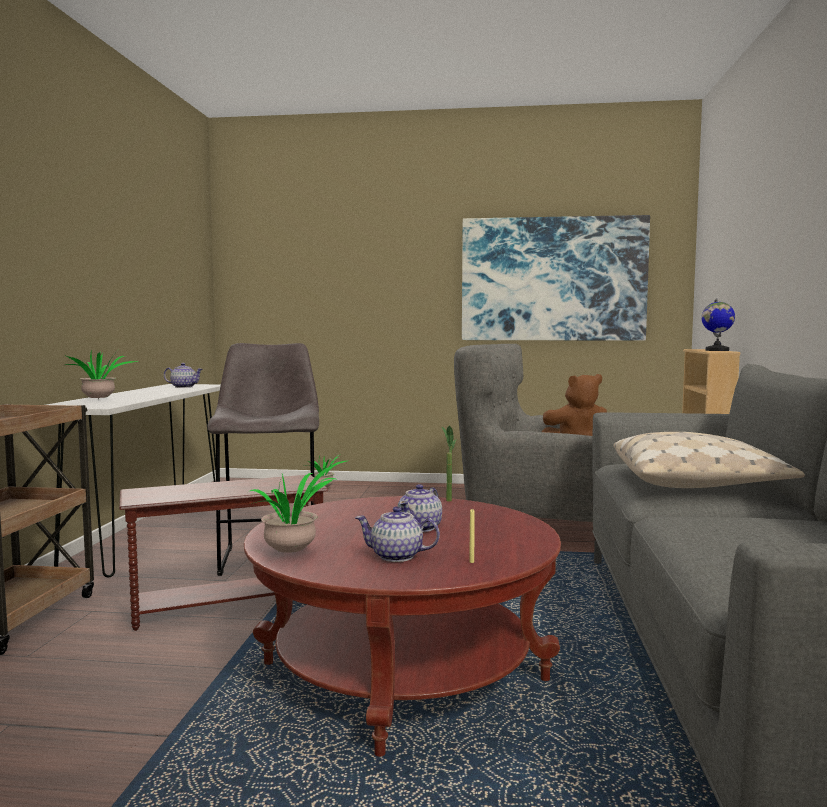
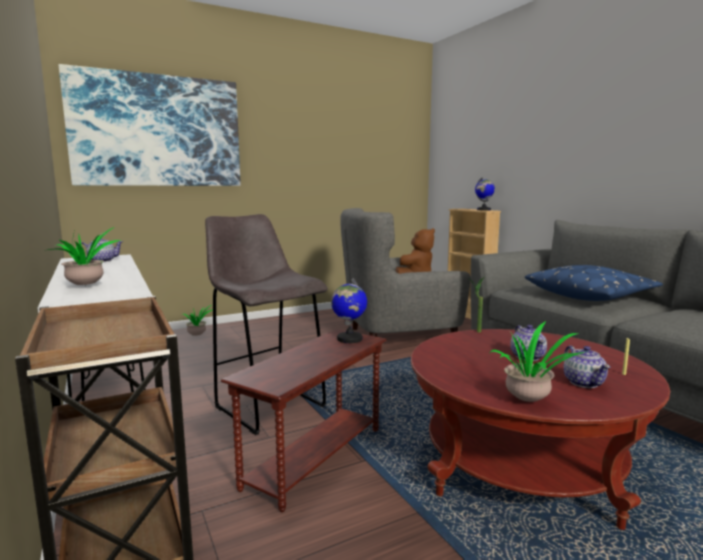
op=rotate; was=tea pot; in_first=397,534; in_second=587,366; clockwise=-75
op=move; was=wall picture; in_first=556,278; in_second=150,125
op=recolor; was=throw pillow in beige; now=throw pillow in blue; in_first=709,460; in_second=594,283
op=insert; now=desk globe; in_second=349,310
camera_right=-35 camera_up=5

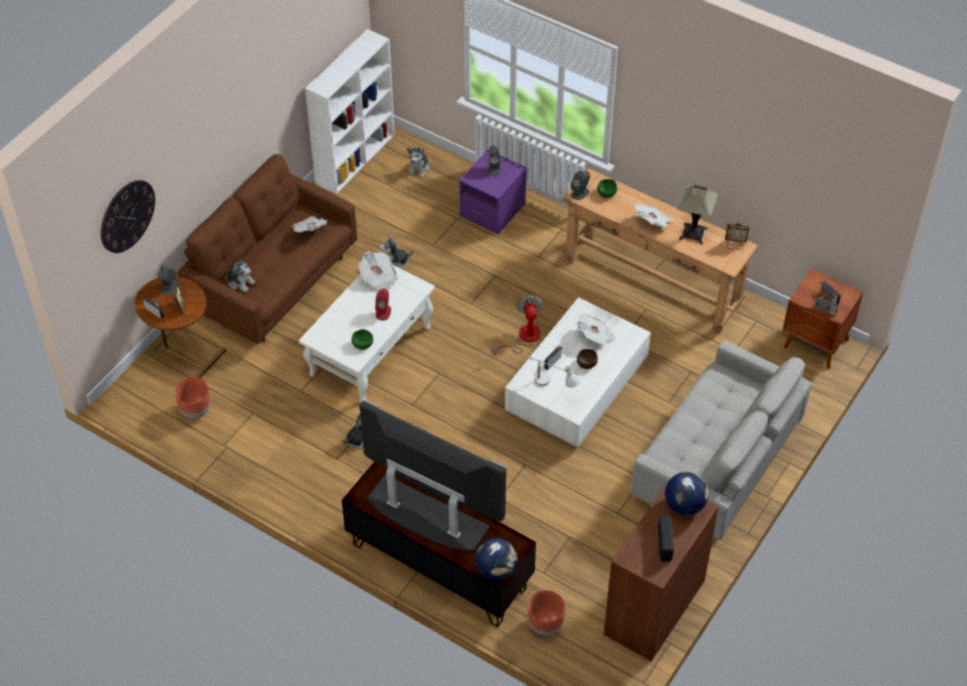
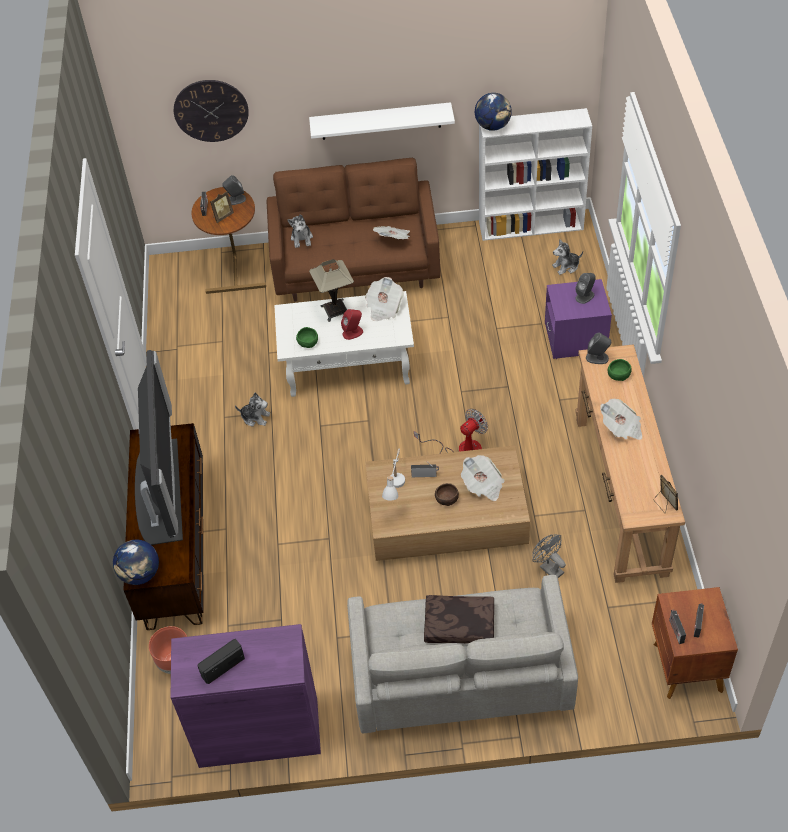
op=delete; was=planter in brownish; in_first=193,398
op=delete; was=soft toy; in_first=396,252
op=recolor; was=lounge table in white; now=lounge table in brownish; in_first=578,372; in_second=447,503
op=recolor; was=cabinet in brownish; now=cabinet in purplish; in_first=661,571; in_second=245,696
op=move; was=desk globe; in_first=687,493; in_second=493,112
op=move; was=tabletop lamp; in_first=697,215; in_second=331,290
op=insert; now=wall shelf in white; in_second=382,121
op=insert; now=throw pillow in brownish; in_second=459,619
op=insert; now=cooling fan in gray; in_second=549,556
camera_right=55 camera_up=0

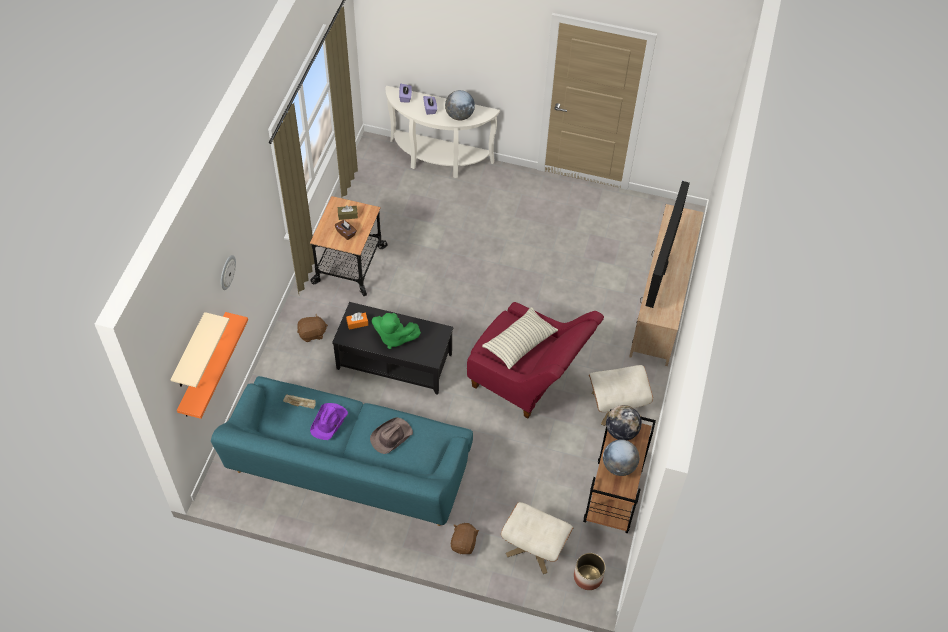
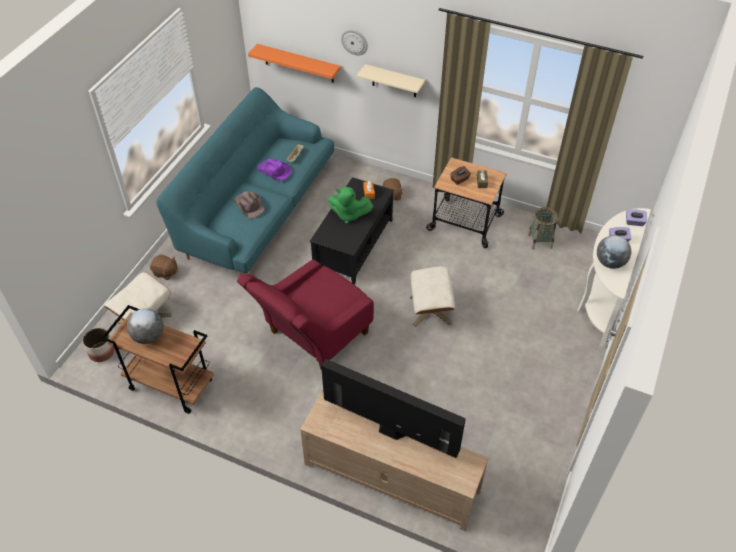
op=move; was=wall shelf in beige; in_first=199,349; in_second=391,80
op=rotate; was=soft toy in green-coloured; in_first=396,331; in_second=350,205; clockwise=-105
op=delete; was=throw pillow; in_first=520,338
op=move; was=footrest in beige; in_first=621,395; in_second=432,296
op=delete; was=desk globe; in_first=624,422
op=insert; now=household basket; in_second=543,228
camera_right=100 camera_up=-5

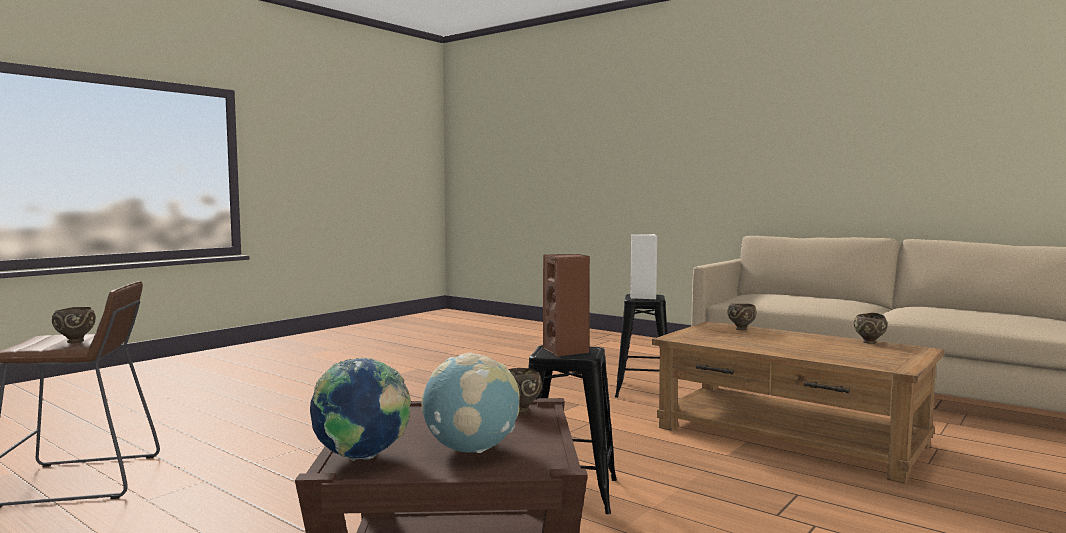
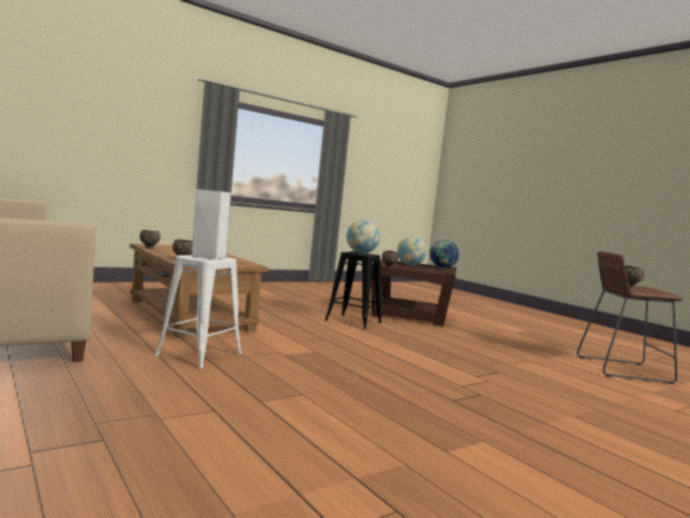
op=replace; was=audio speaker in brownish; now=desk globe; in_first=566,305; in_second=363,236
op=recolor; was=sitting stool in blackish; now=sitting stool in white; in_first=641,346; in_second=198,312
camera_right=-165 camera_up=0

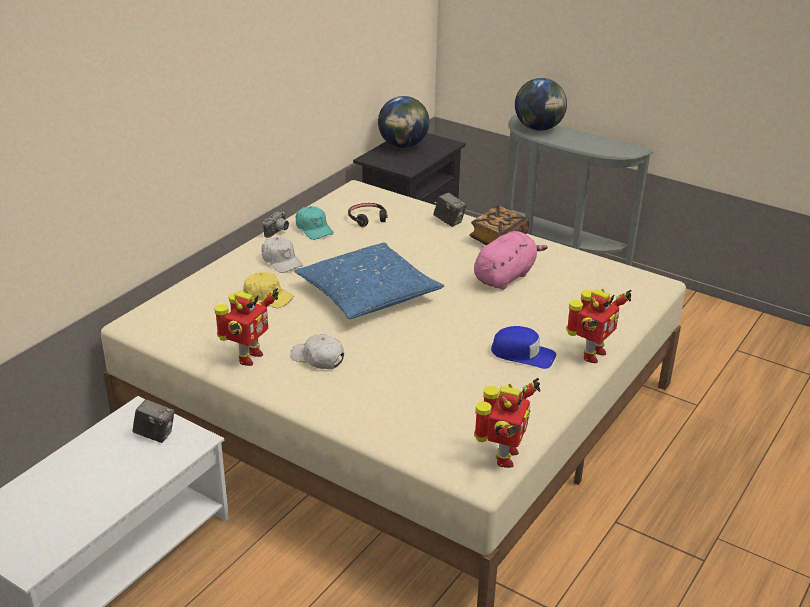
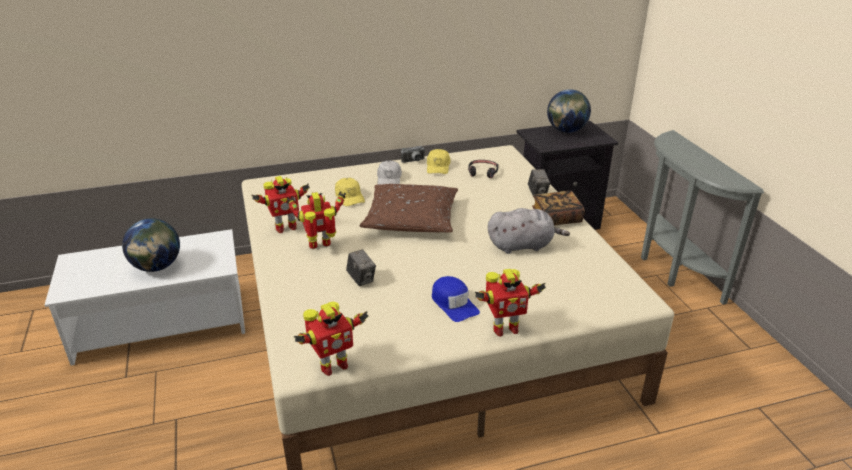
op=move; was=still camera; in_first=153,421; in_second=361,267
op=replace; was=cap in white; now=model robot; in_first=317,351; in_second=316,220
op=recolor; was=throw pillow in blue; now=throw pillow in brownish; in_first=369,281; in_second=409,208
op=recolor; was=cap in turquoise; now=cap in yellow-coloured; in_first=315,223; in_second=438,161
op=recolor; was=soft toy in pink; now=soft toy in gray; in_first=511,260; in_second=529,231
op=move; was=desk globe; in_first=541,104; in_second=151,245
camera_right=40 camera_up=0

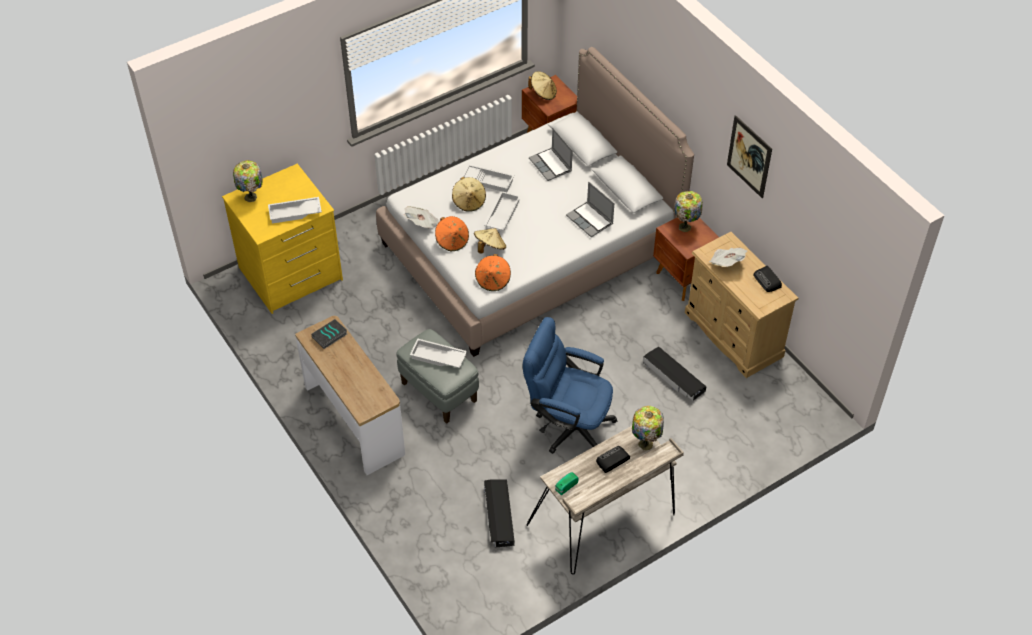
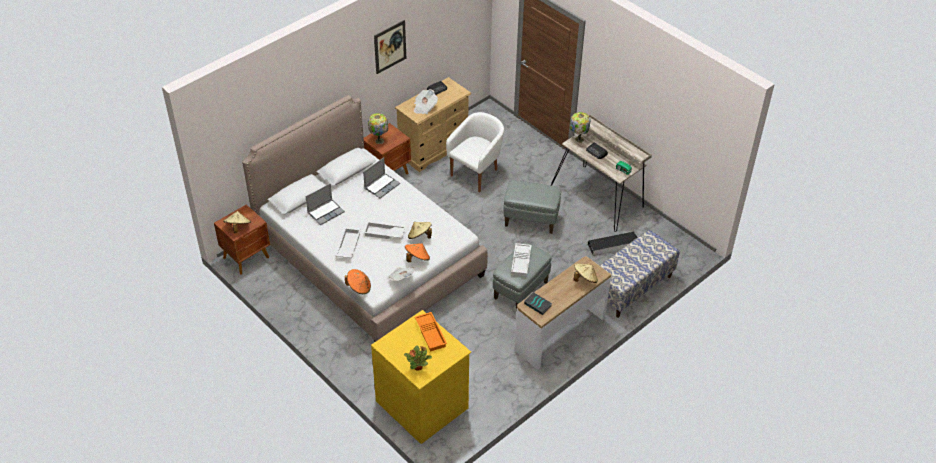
op=replace; was=tabletop lamp; now=plant in a pot; in_first=248,181; in_second=418,358
op=recolor; was=carrying tray in white; now=carrying tray in orangey; in_first=295,210; in_second=431,332
op=move; was=hat in beige; in_first=469,194; in_second=586,273
op=move; was=hat in orangey; in_first=493,272; in_second=358,281
op=replace; was=office chair in blue; now=footrest in gray; in_first=570,385; in_second=532,207
op=replace; was=storage container in blackish; now=easy chair in white; in_first=674,374; in_second=475,152
op=insert; now=indoor bench; in_second=639,274
camera_right=-100 camera_up=-5

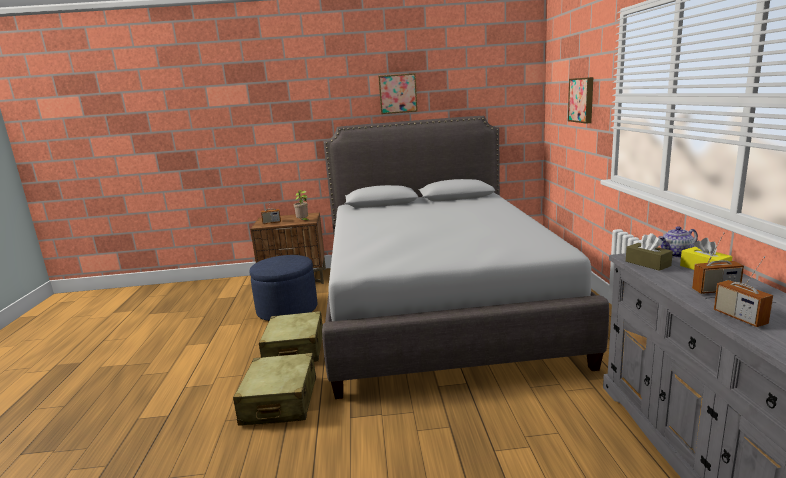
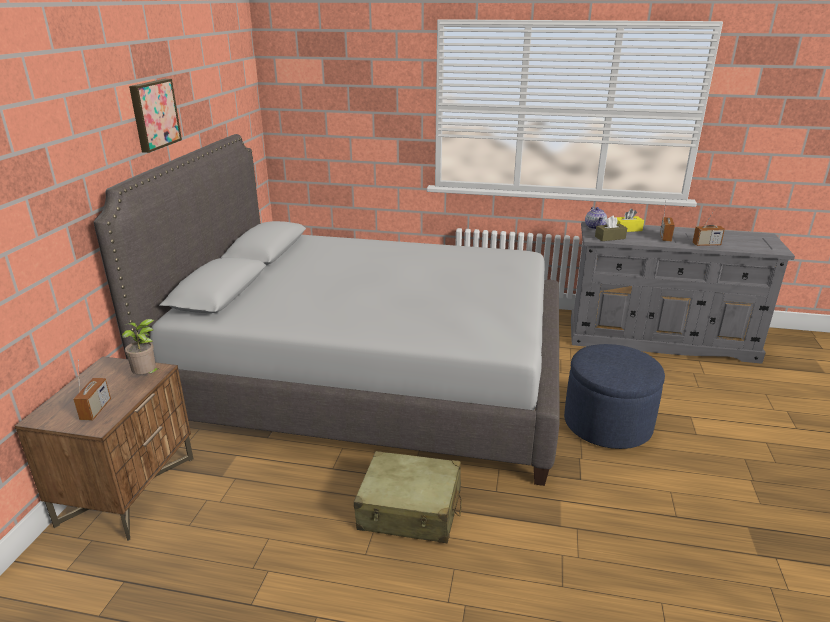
op=delete; was=suitcase in beige; in_first=274,389
op=move; was=footrest in blue; in_first=283,288; in_second=614,396
op=delete; was=wall picture; in_first=580,100
camera_right=-75 camera_up=10

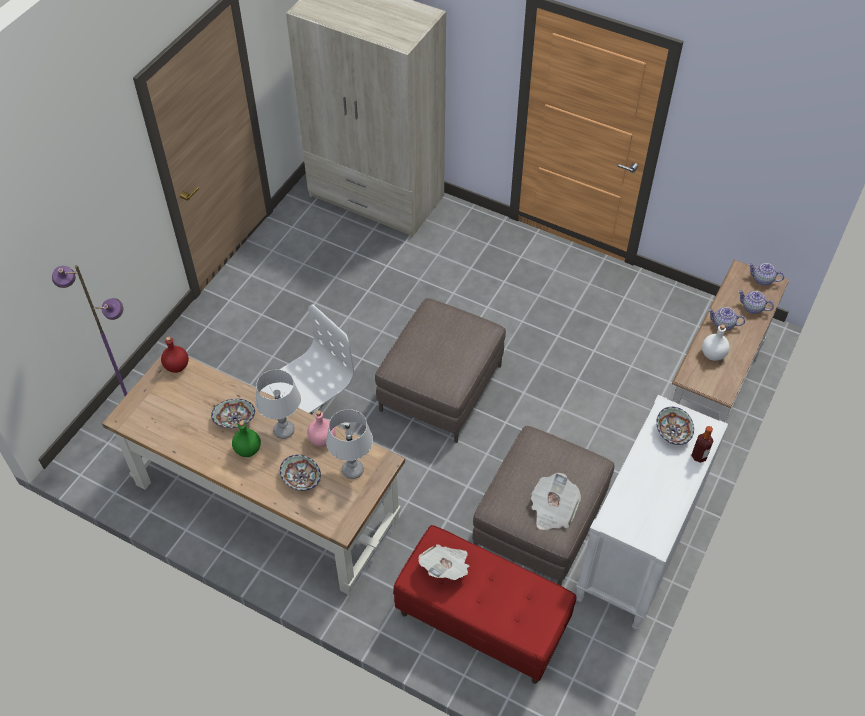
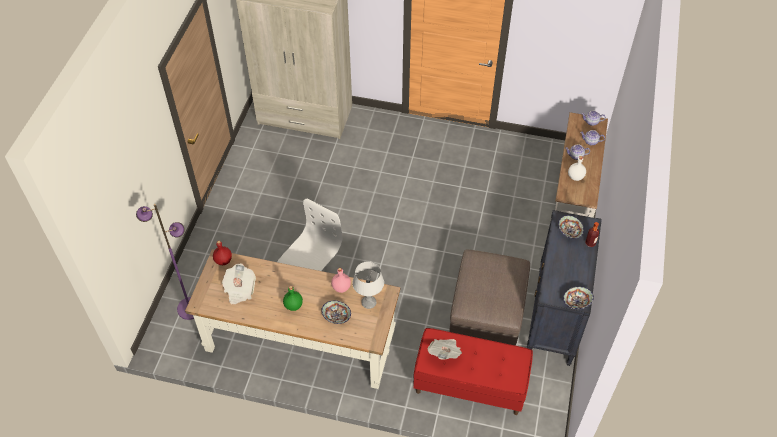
op=move; was=serving bowl; in_first=233,413; in_second=578,297
op=delete; was=tabletop lamp in gray; in_first=278,404
op=delete; was=footrest in brownish; in_first=440,370
op=move; was=newspaper; in_first=556,501; in_second=239,284
op=recolor; was=drawer chest in white; now=drawer chest in blackish; in_first=652,512; in_second=564,288
camera_right=-15 camera_up=0

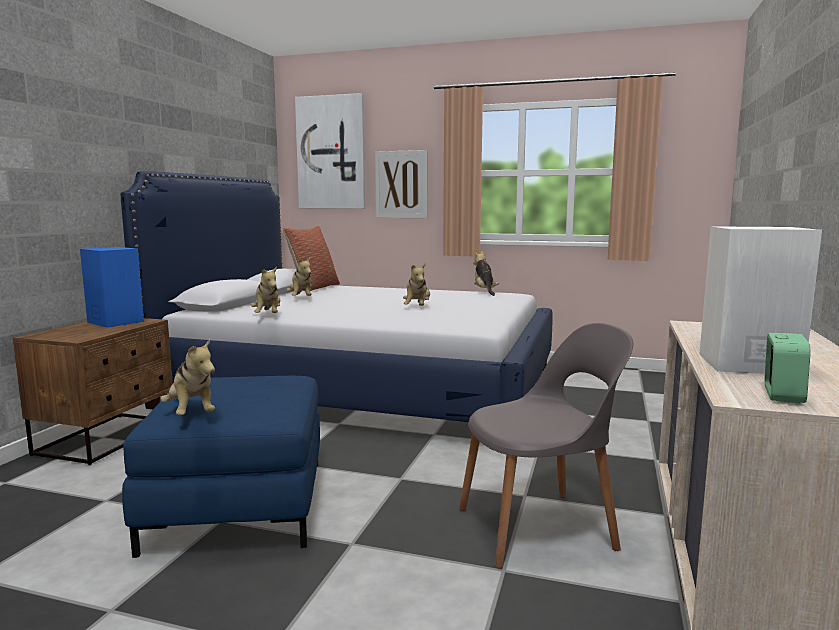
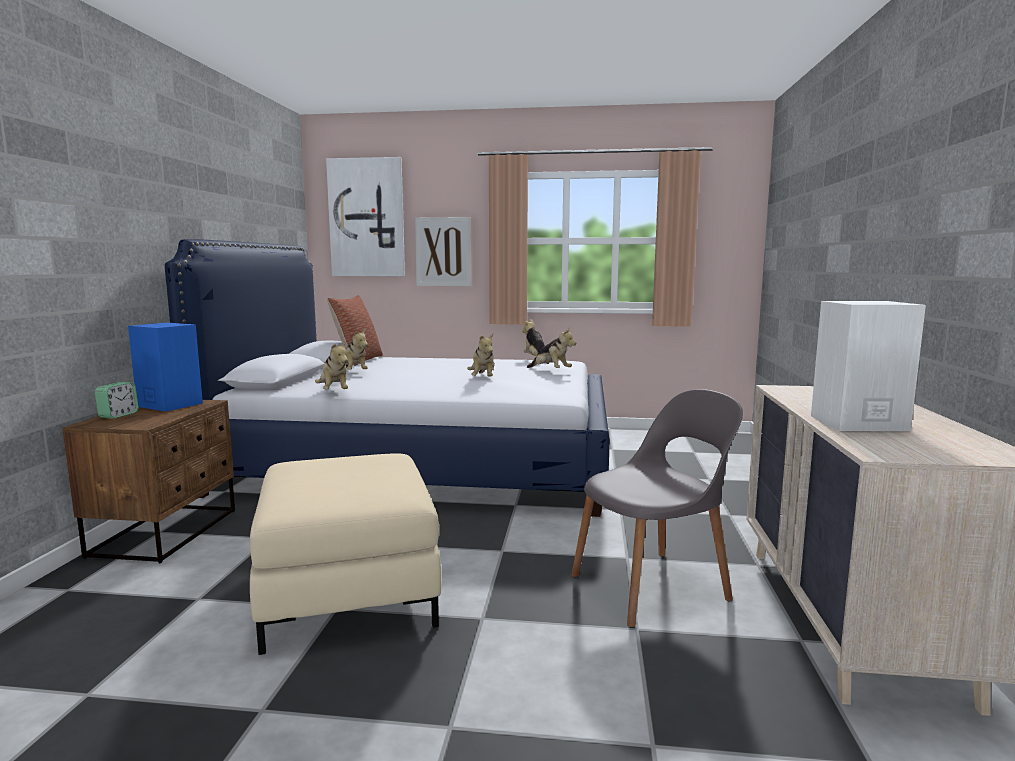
op=recolor; was=footrest in blue; now=footrest in beige; in_first=221,467; in_second=345,554
op=move; was=soft toy; in_first=187,377; in_second=552,348
op=move; was=alarm clock; in_first=787,368; in_second=117,400
camera_right=-10 camera_up=0

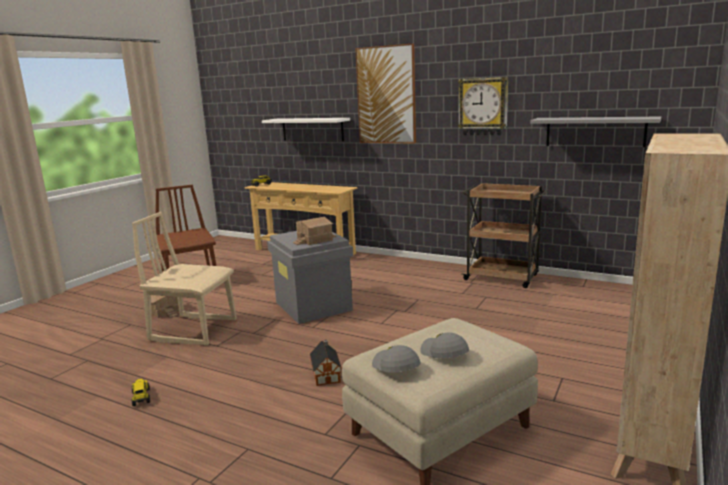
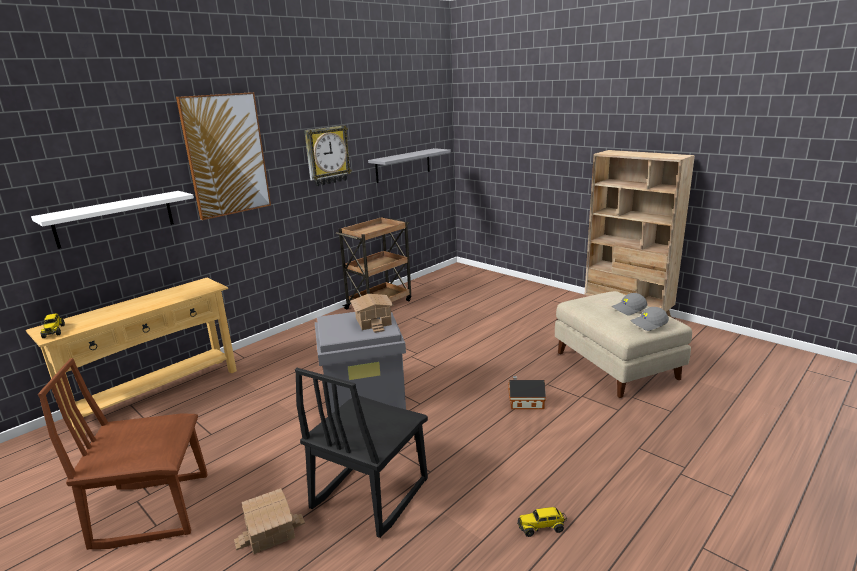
op=recolor; was=upright chair in beige; now=upright chair in blackish; in_first=184,278; in_second=361,453
camera_right=-75 camera_up=5

